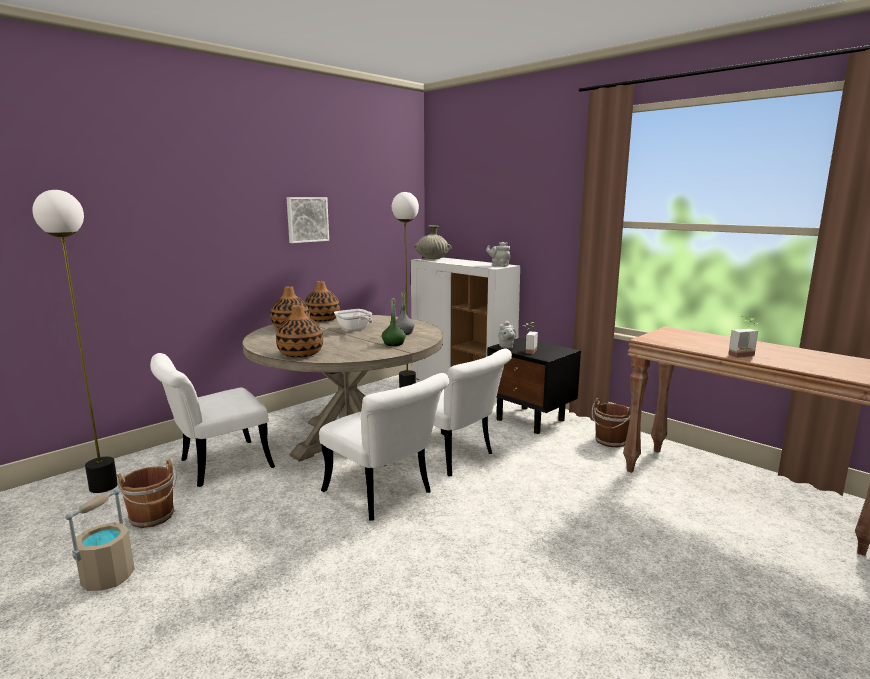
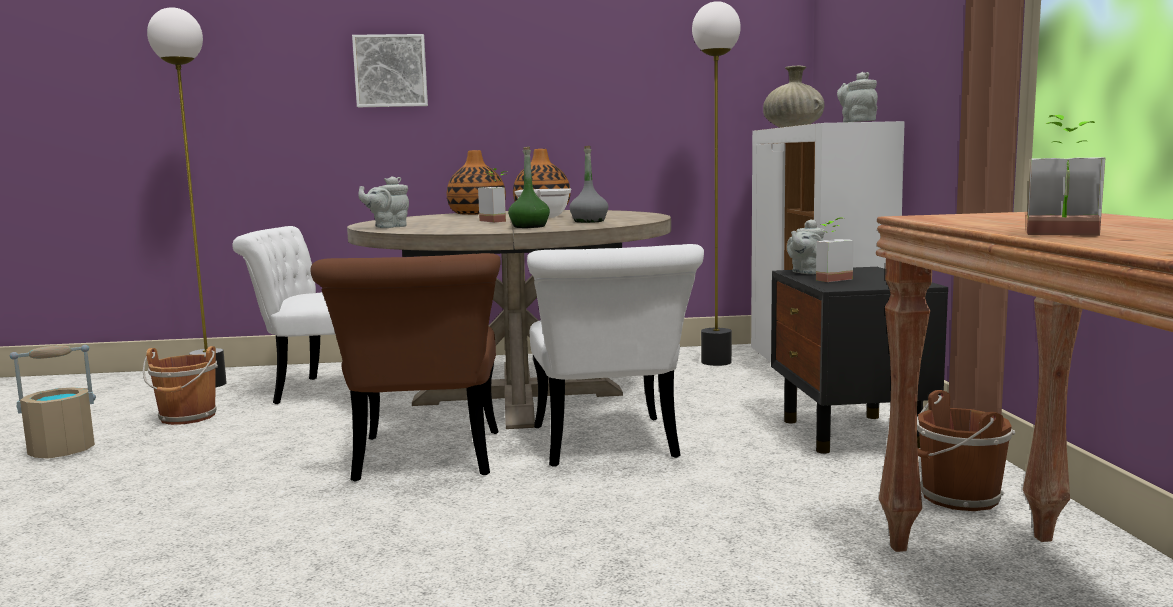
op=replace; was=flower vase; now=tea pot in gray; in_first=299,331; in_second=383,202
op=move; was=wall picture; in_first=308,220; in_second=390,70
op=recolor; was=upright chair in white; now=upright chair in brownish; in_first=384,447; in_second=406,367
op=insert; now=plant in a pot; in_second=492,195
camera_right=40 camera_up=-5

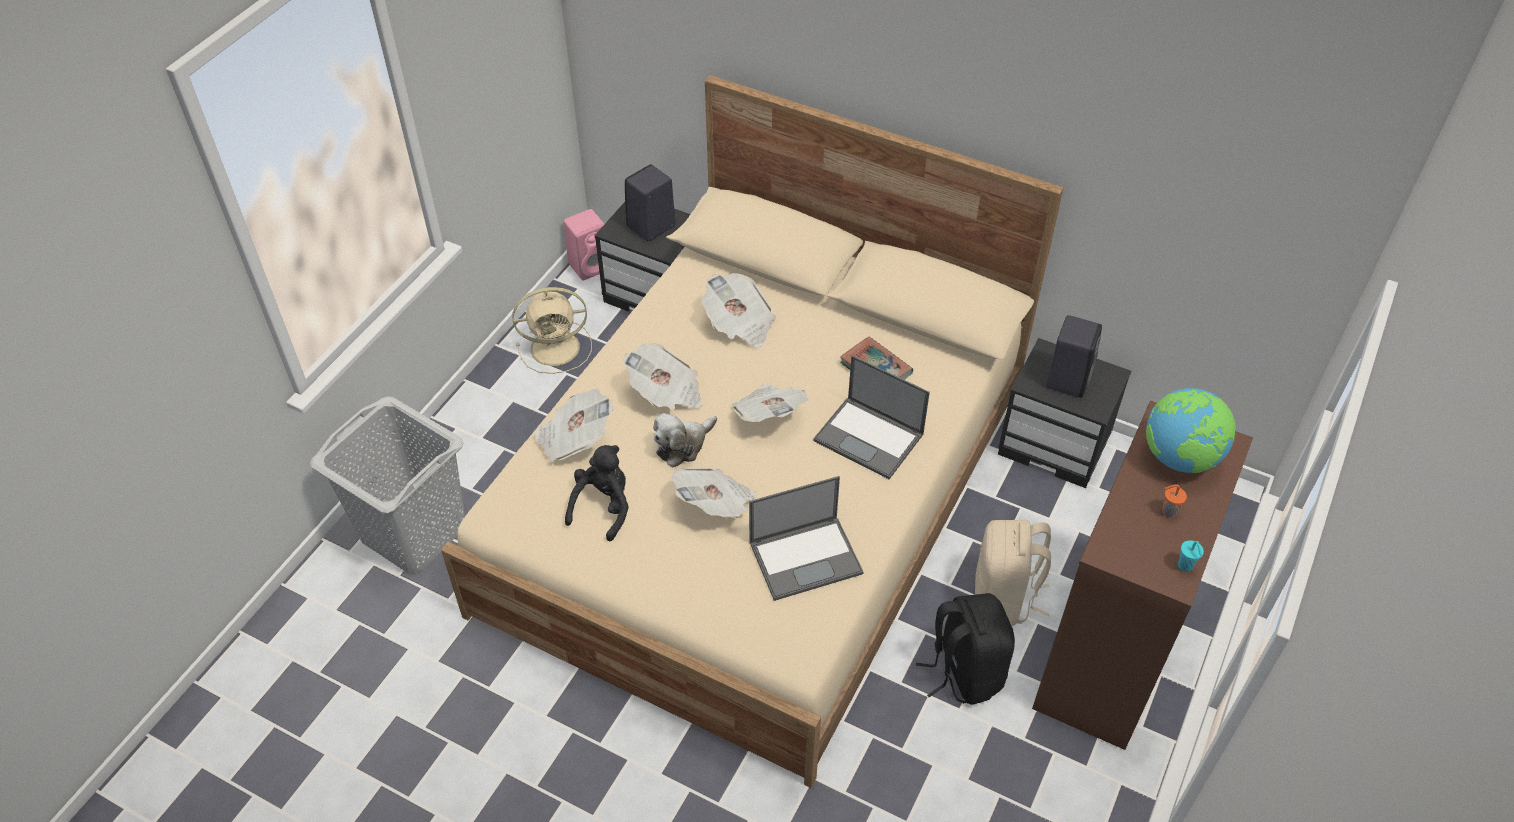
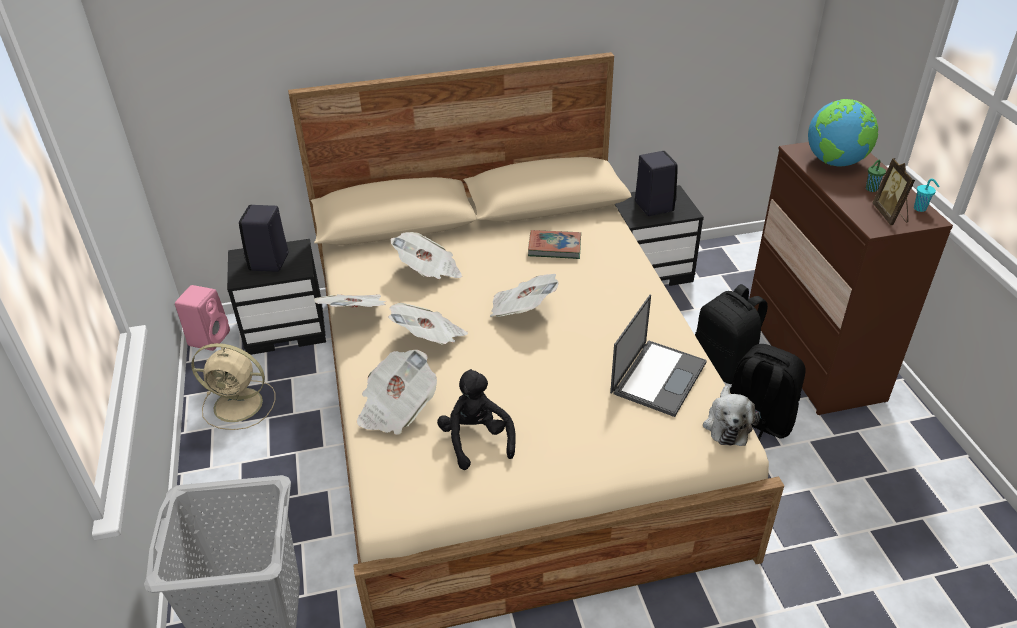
op=rotate; was=cooling fan in beige; in_first=552,330; in_second=233,386; clockwise=60
op=move; was=soft toy; in_first=685,440; in_second=731,415
op=move; was=newspaper; in_first=714,492; in_second=350,301
op=delete; was=laptop; in_first=871,417
op=recolor; was=knapsack in beige; now=knapsack in blackish; in_first=1013,573; in_second=731,334
op=recolor; was=small cup in orangey; now=small cup in green-coloured; in_first=1174,500; in_second=876,176
op=insert; now=photo frame; in_second=893,191
camera_right=-40 camera_up=-10

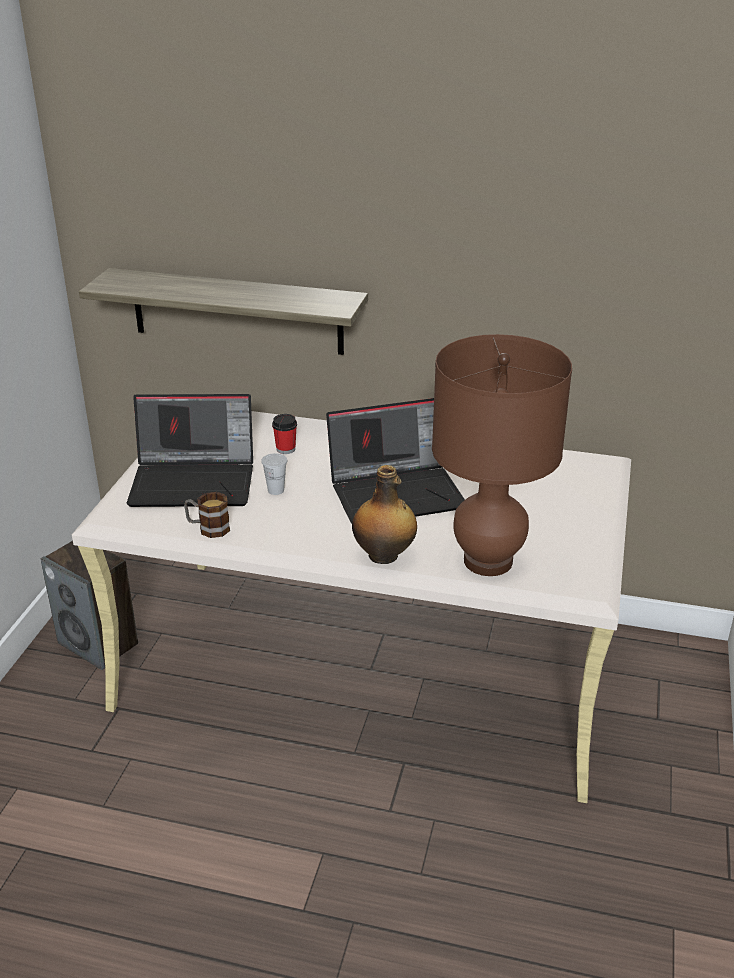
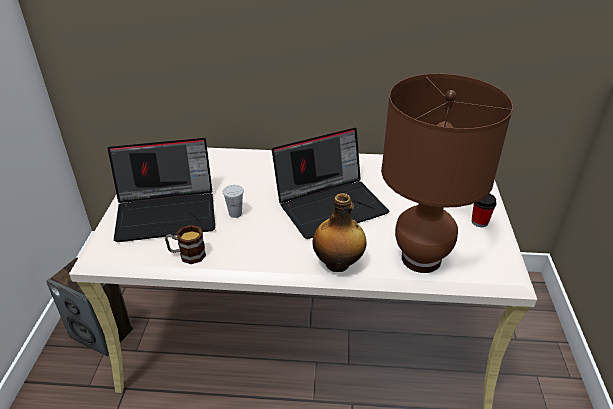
op=delete; was=wall shelf; in_first=223,311
op=move; was=small cup; in_first=284,434; in_second=484,210
camera_right=-10 camera_up=5

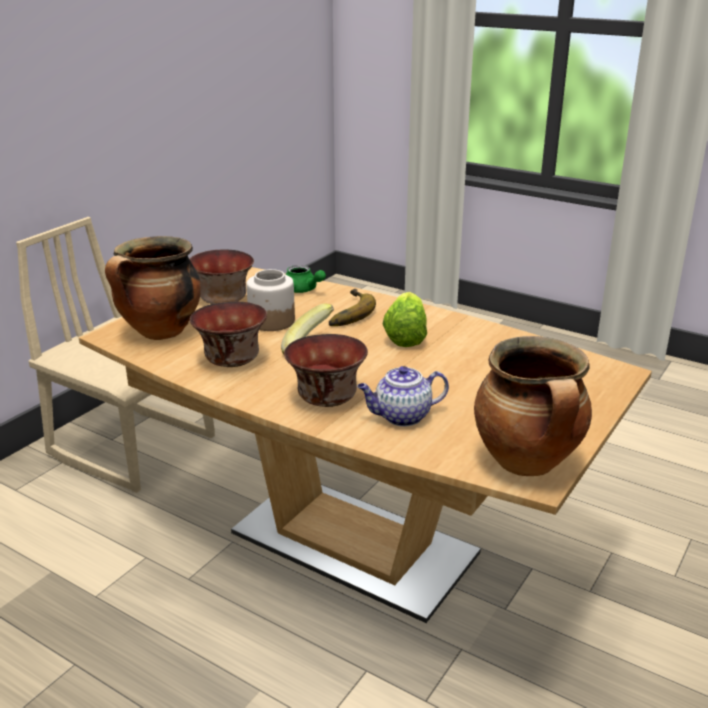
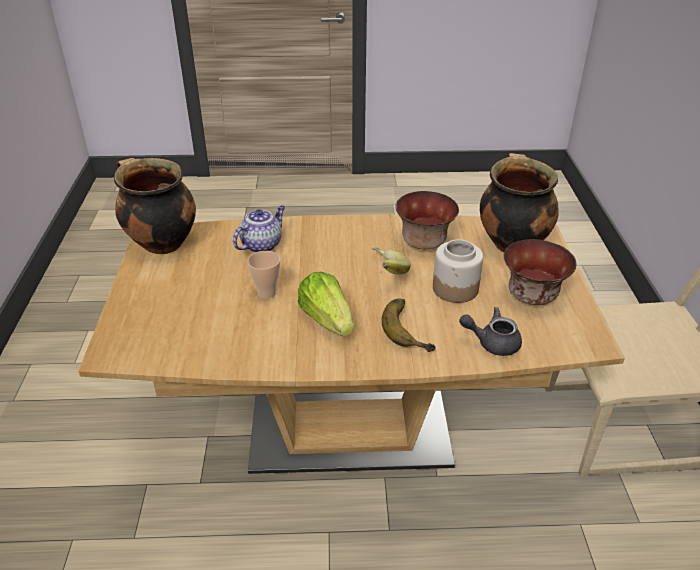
op=delete; was=serving bowl; in_first=326,370
op=recolor; was=tea pot in green-coloured; now=tea pot in gray; in_first=305,279; in_second=490,331
op=insert; now=small cup; in_second=263,274
camera_right=145 camera_up=10

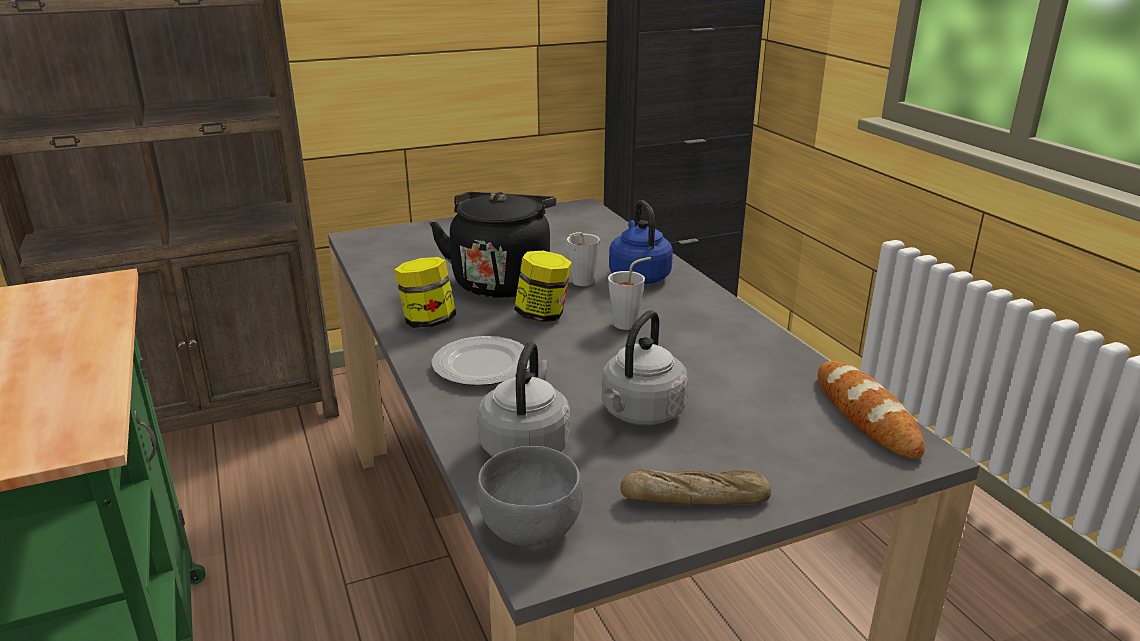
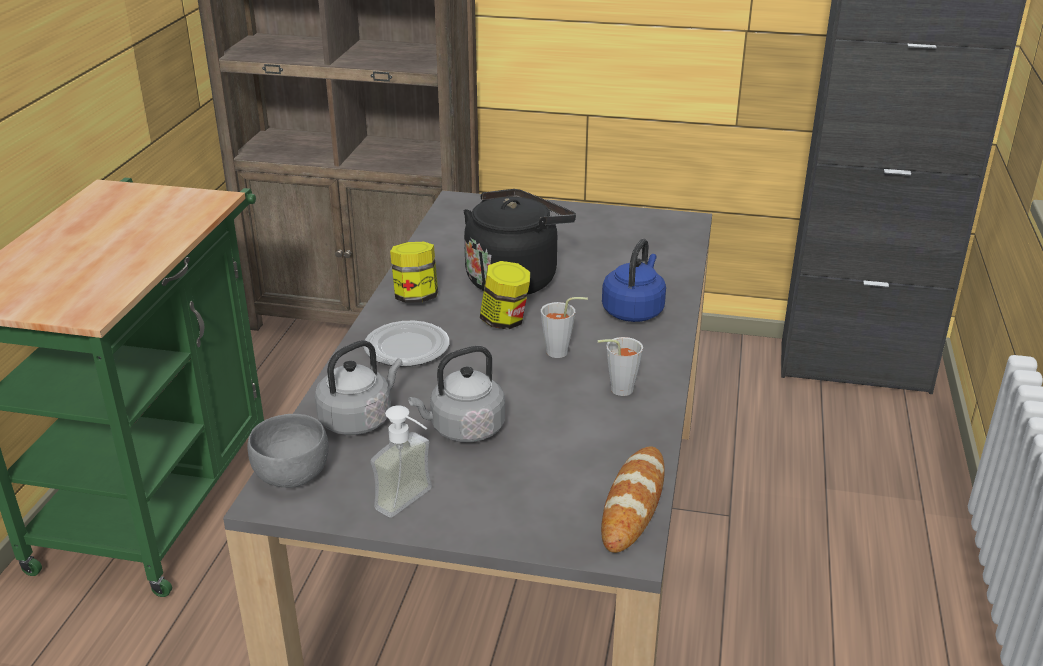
op=move; was=small cup in gray; in_first=583,259; in_second=620,366
op=replace; was=bread; now=soap dispenser; in_first=696,487; in_second=401,461
camera_right=35 camera_up=5

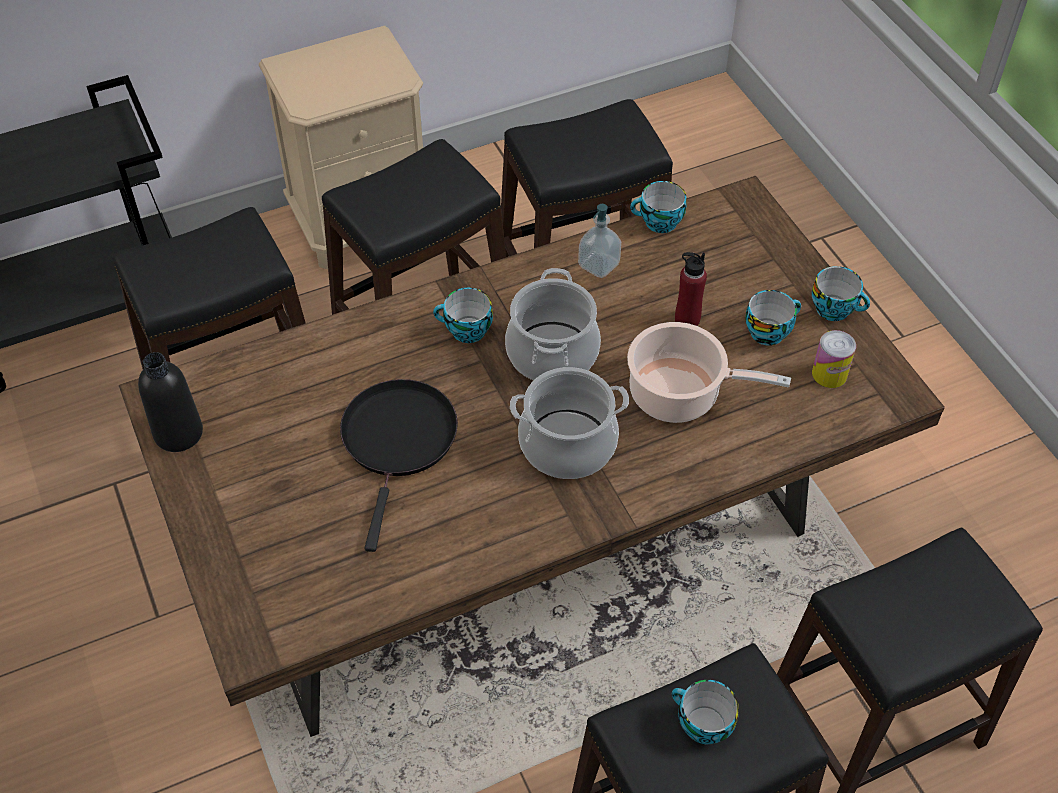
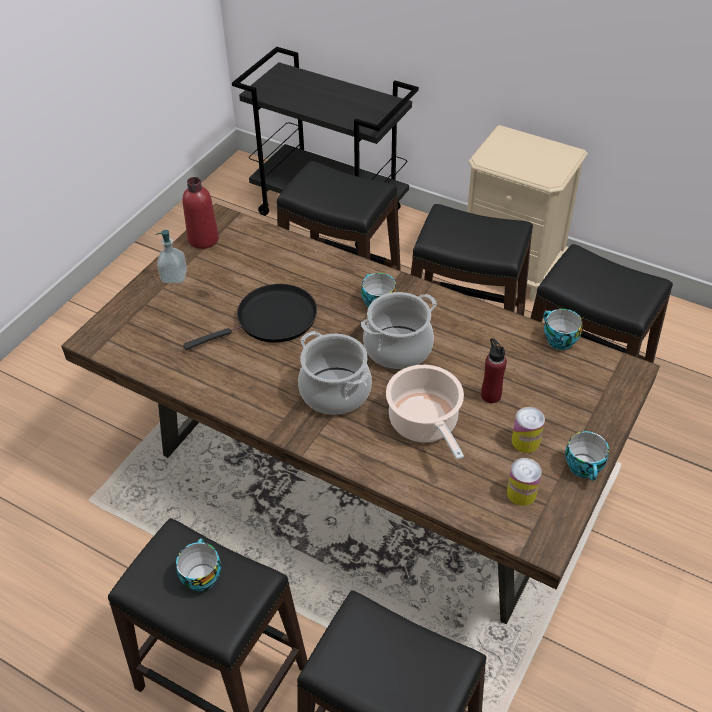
op=recolor; was=bottle in blackish; now=bottle in reddish; in_first=170,402; in_second=201,213
op=move; was=soap dispenser; in_first=599,241; in_second=171,256
op=replace; was=small cup; now=can; in_first=773,318; in_second=528,430
camera_right=55 camera_up=-5

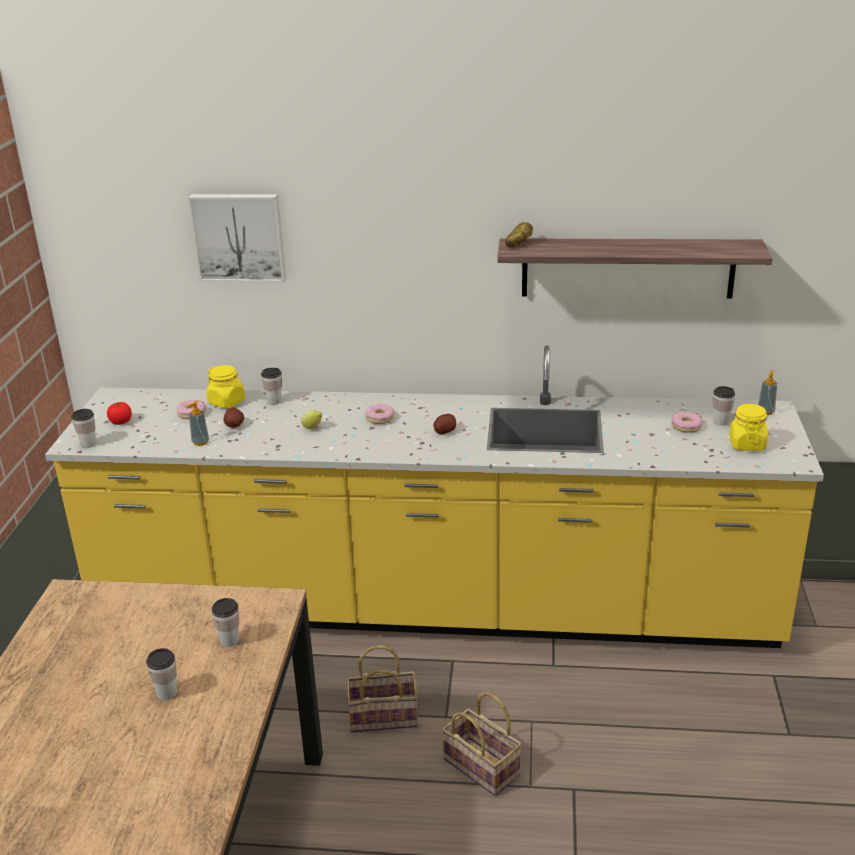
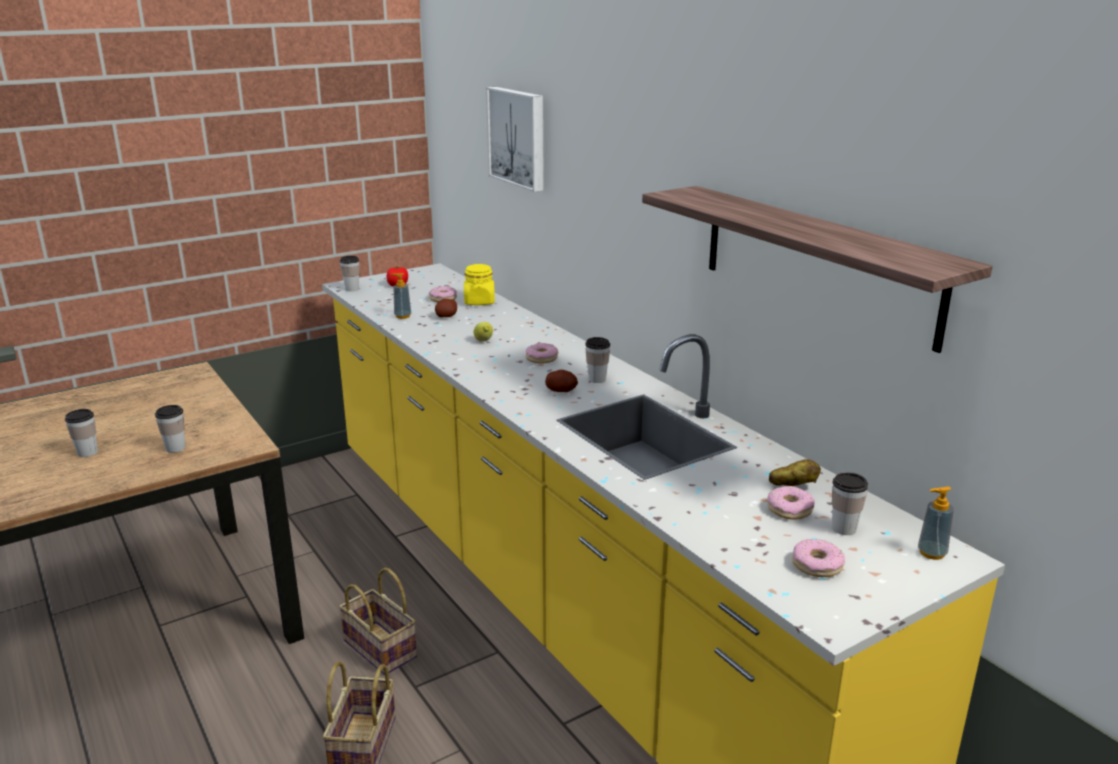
op=move; was=small cup; in_first=271,386; in_second=597,360
op=move; was=whole potato; in_first=519,234; in_second=795,472
op=replace; was=storage jar in yellow-coloured; now=donut; in_first=748,427; in_second=818,558
camera_right=50 camera_up=-5

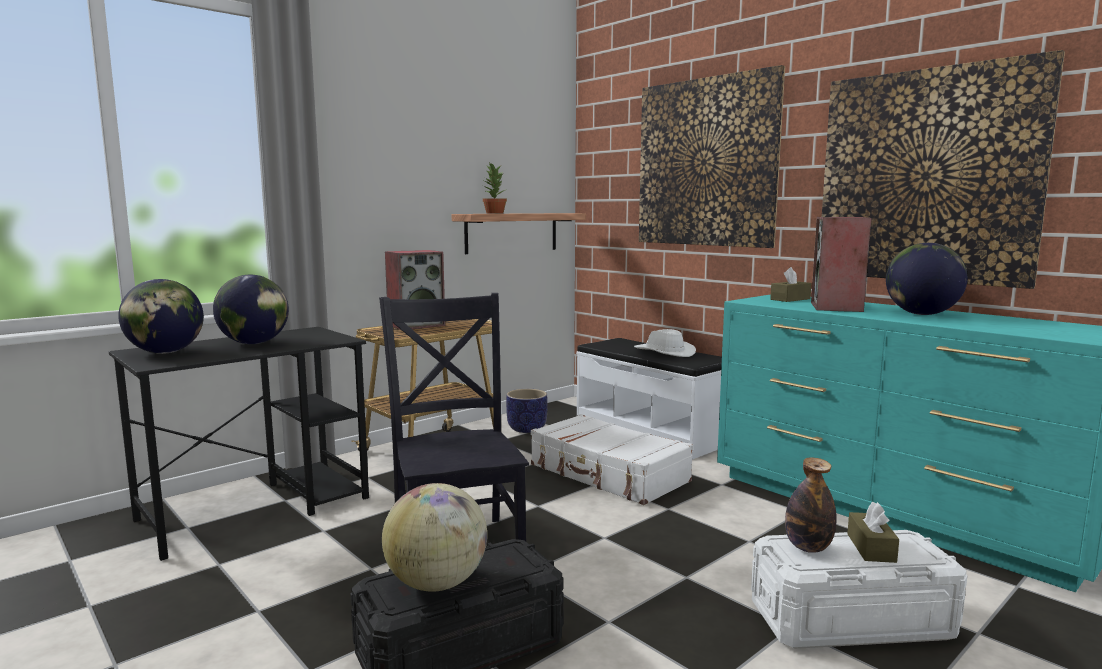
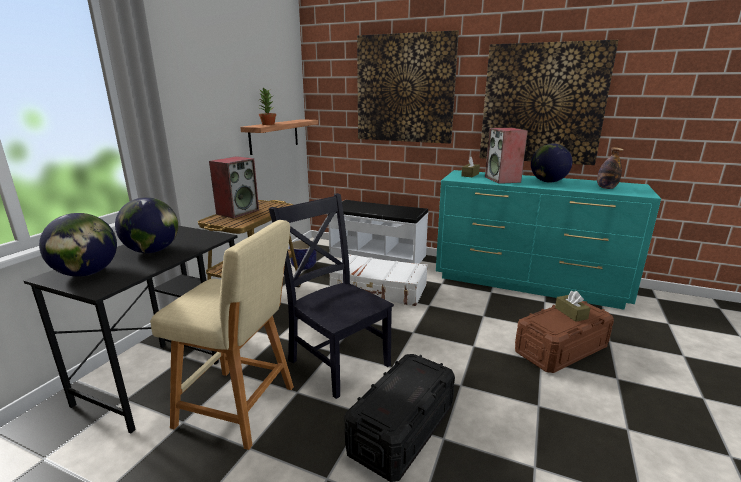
op=delete; was=desk globe; in_first=434,537
op=delete; was=hat in white; in_first=665,343
op=recolor; was=storage container in white; now=storage container in brownish; in_first=859,589; in_second=564,337
op=move; was=bottle; in_first=810,505; in_second=610,168
op=insert; now=sitting stool in beige; in_second=222,335
camera_right=-25 camera_up=10

